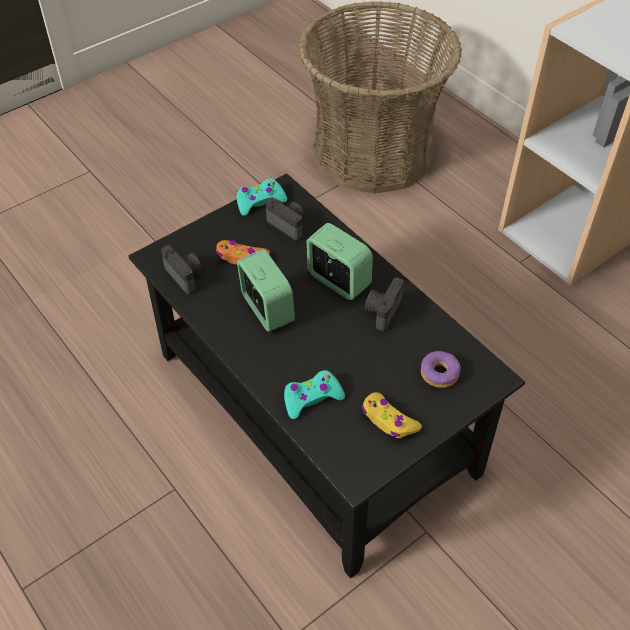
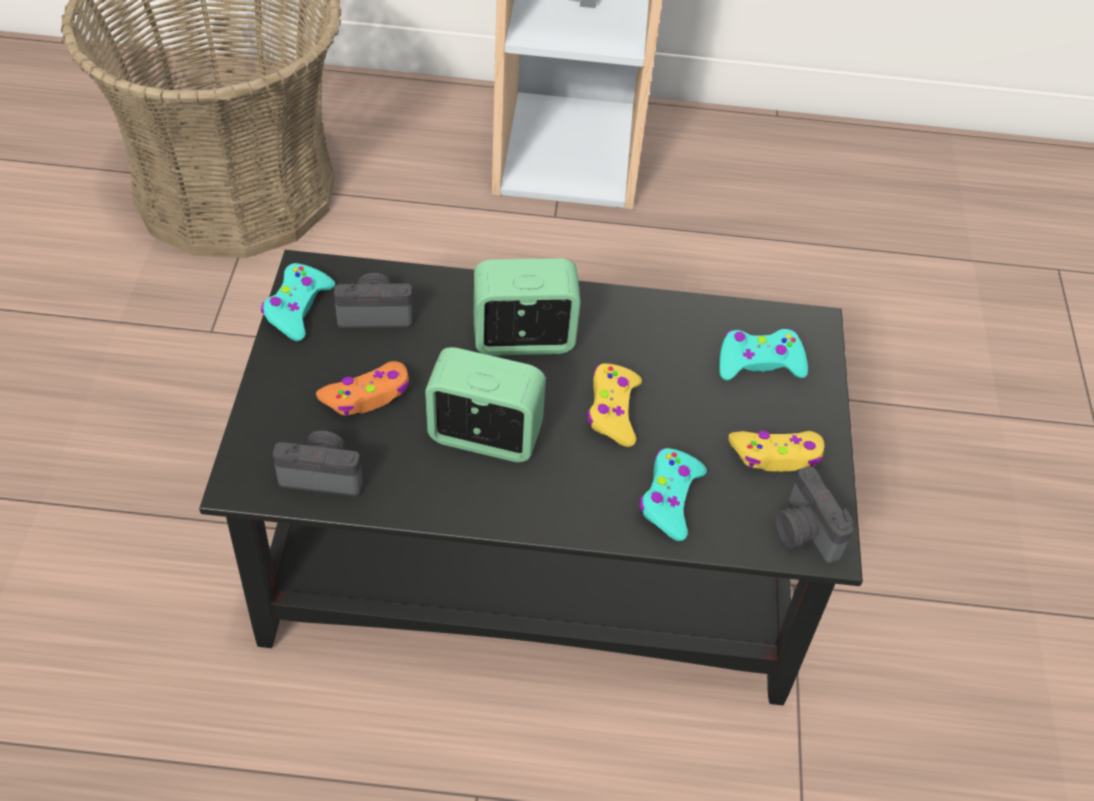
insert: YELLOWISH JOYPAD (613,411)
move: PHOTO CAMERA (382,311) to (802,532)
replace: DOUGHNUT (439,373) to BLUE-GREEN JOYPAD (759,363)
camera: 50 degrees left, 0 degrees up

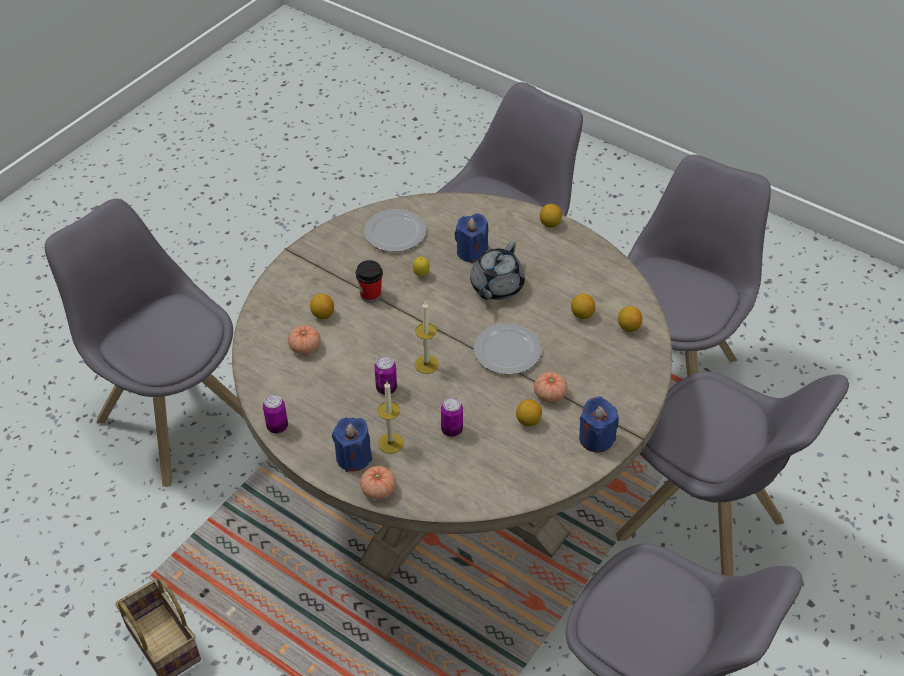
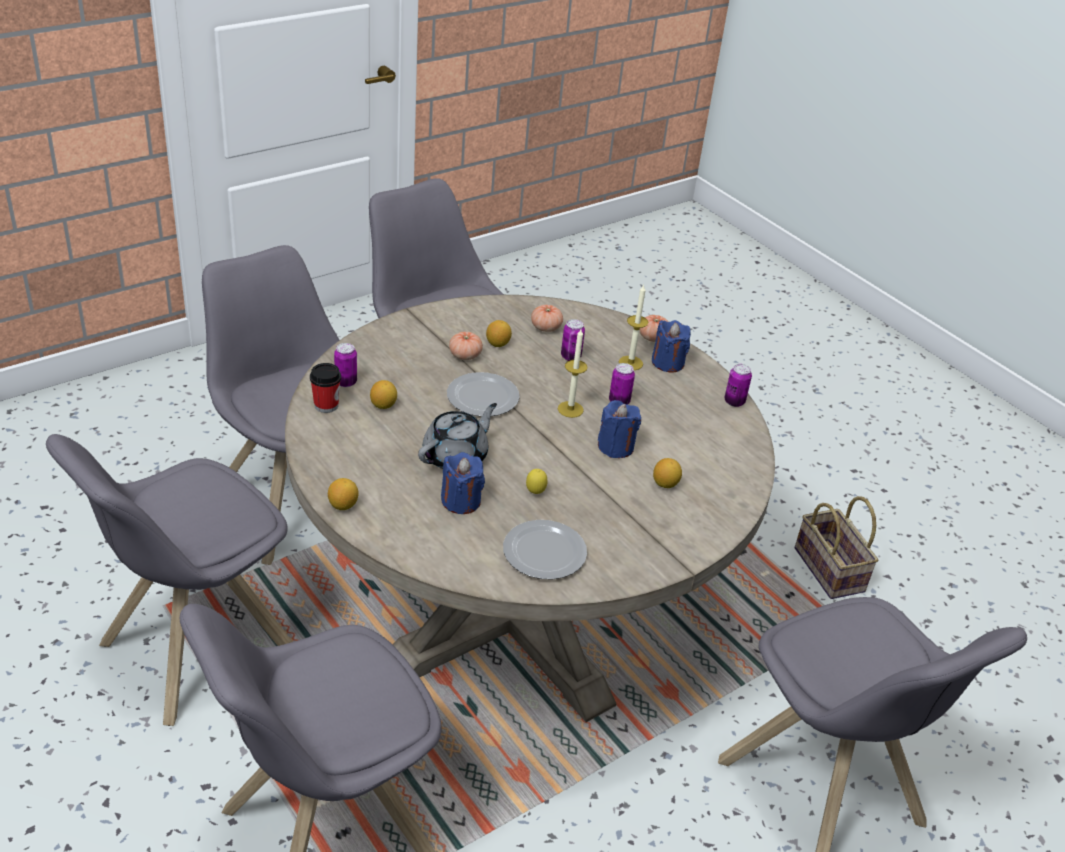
move: TOMATO (305,347) to (546,327); SMALL CUP (370,295) to (326,405); BLUE WAX LIGHT (596,438) to (615,447)
replace: CITRUS FRUIT (628,327) to CAN (346,382)
camera: 165 degrees left, 10 degrees down

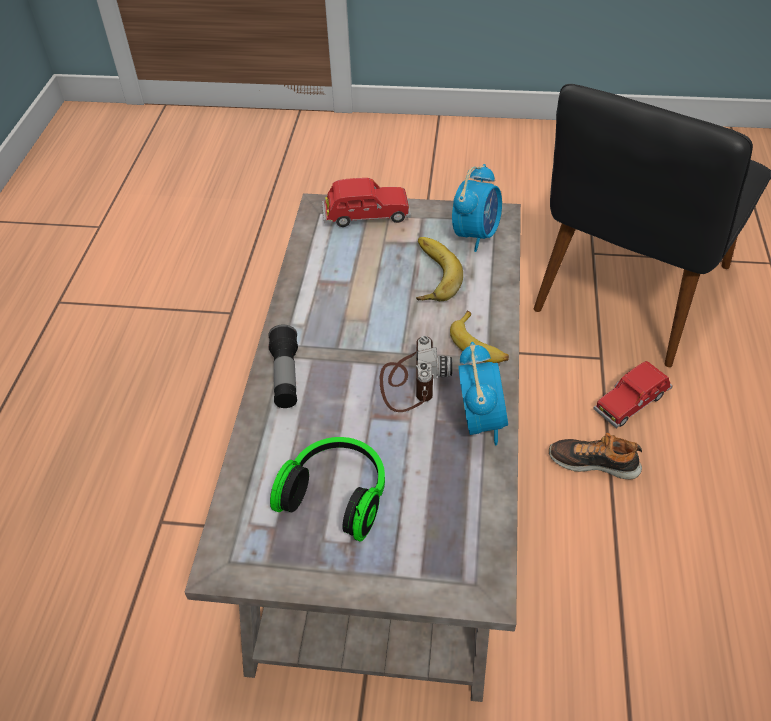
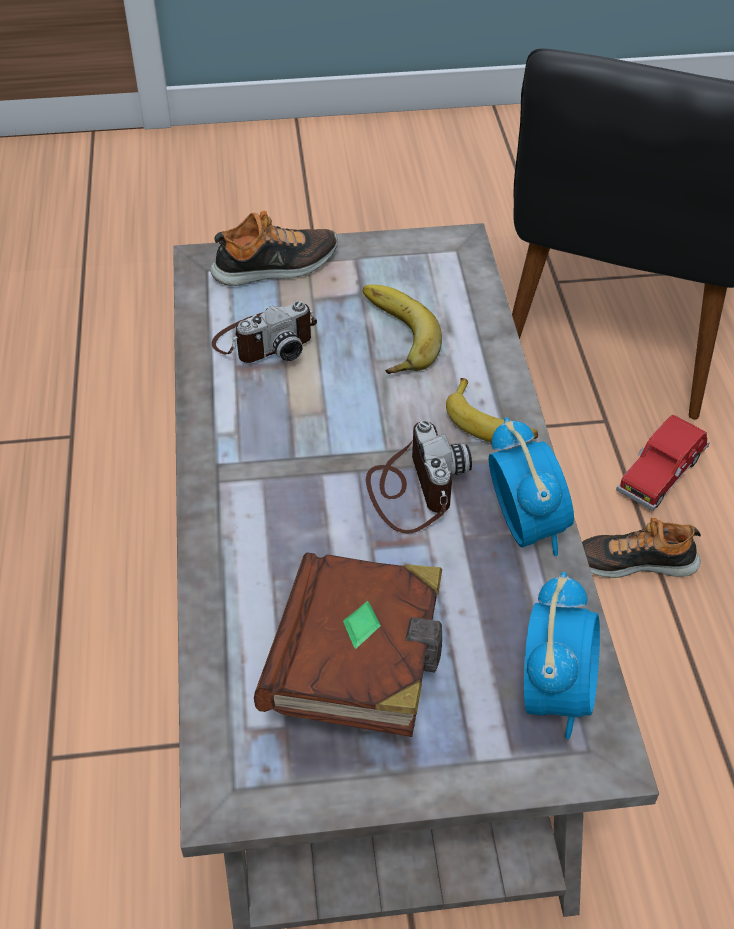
delete: TORCH (285,376)
insert: PHOTO CAMERA (265,341)
move: TABLE CLOCK (476,234) to (555,693)
replace: HEADSET (337,495) to BROWNISH BOOK (360,664); REDDISH MINIATURE CAR (366,216) to SHOE (276,267)
camera: 15 degrees left, 0 degrees up

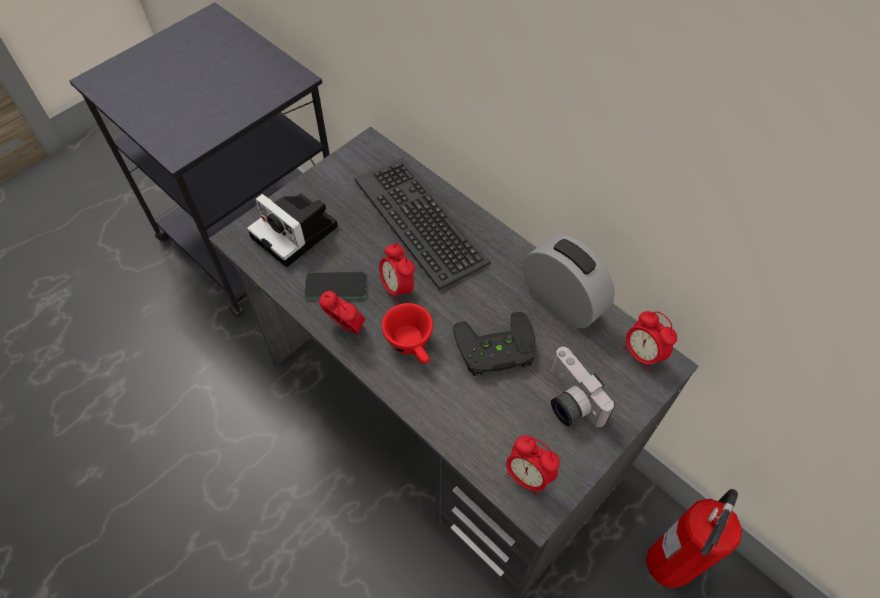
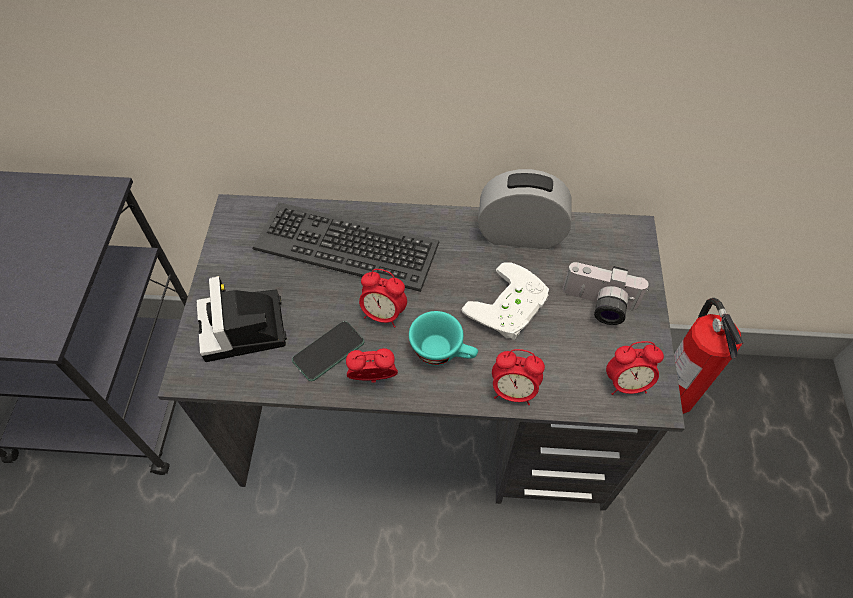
move: TABLE CLOCK (642,354) to (513,391)
recolor: REDDISH SMALL CUP (412,345) to BLUE-GREEN SMALL CUP (443,352); BLACK JOYPAD (495,351) to WHITE-COLOURED JOYPAD (511,308)
rotate: PHOTO CAMERA (297,233) = (244,330) 75 degrees clockwise
camera: 40 degrees left, 0 degrees up

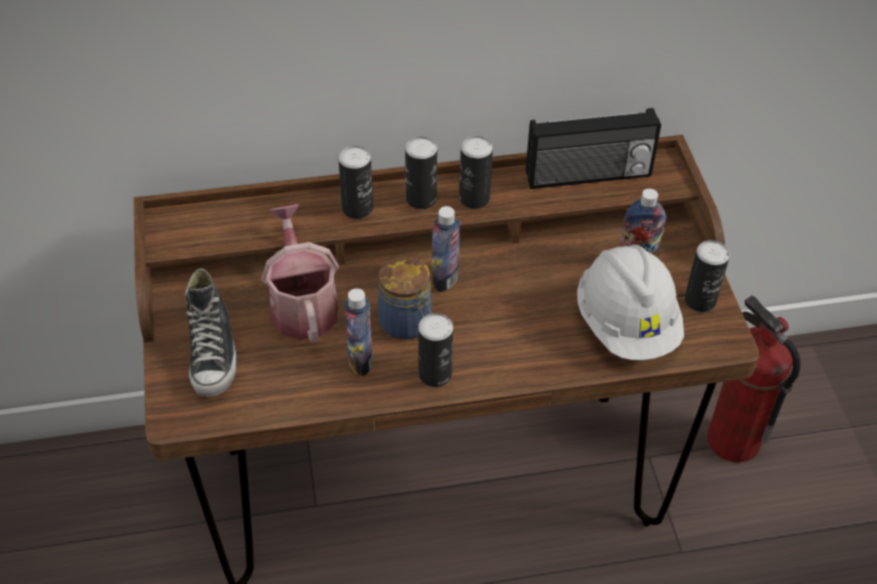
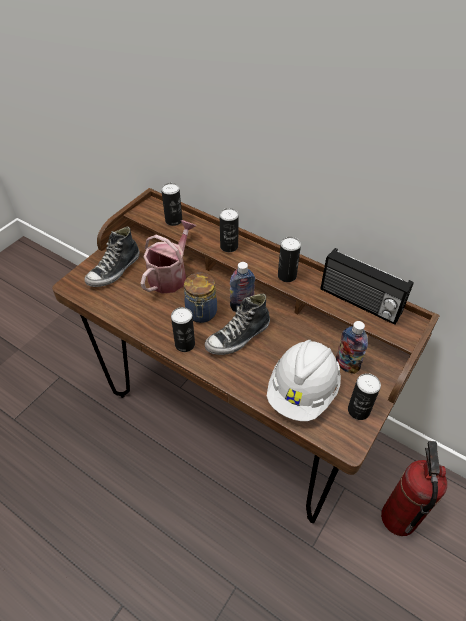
delete: BOTTLE (360,361)
insert: SHOE (238,337)
move: CAN (421,199) to (173,220)
camera: 45 degrees right, 0 degrees up

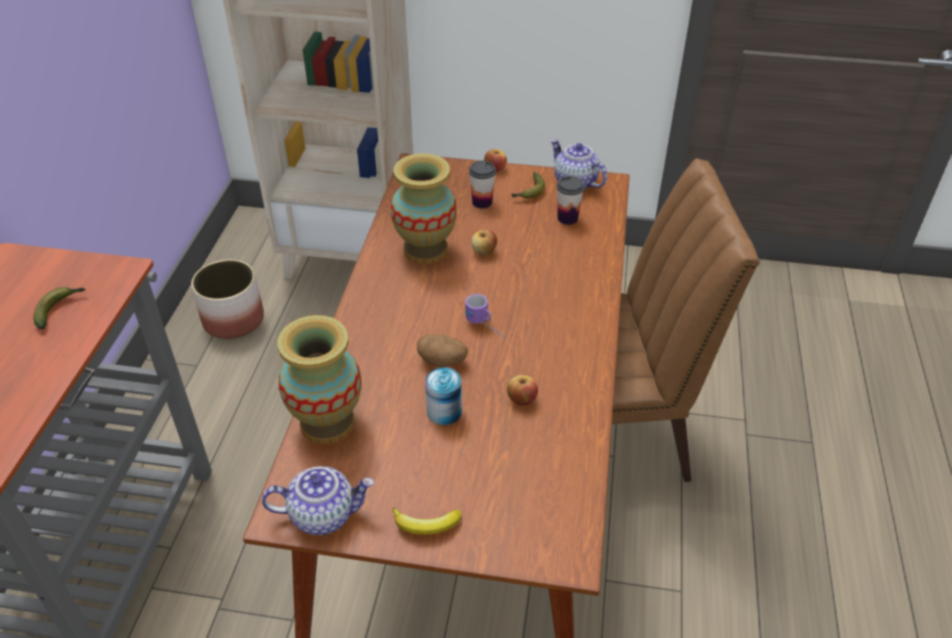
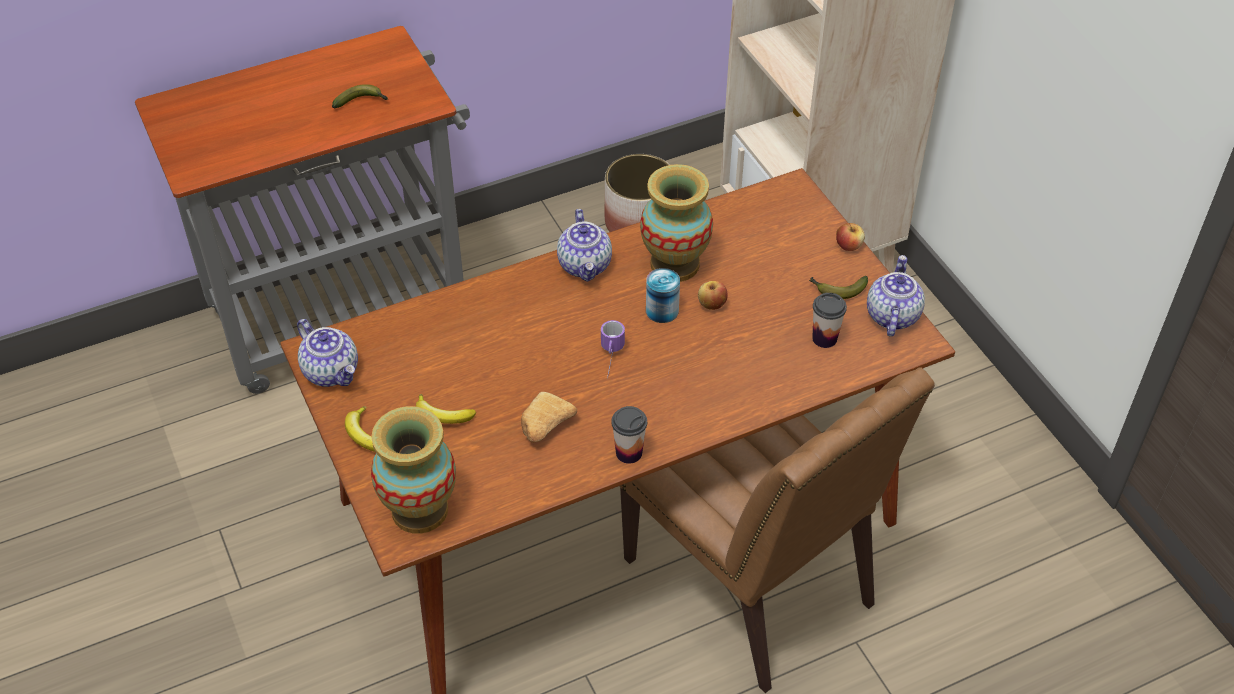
delete: SPUD (443,361)
insert: BANANA (443,415); POT FOR TEA (585,265)
move: FLOWER VASE (327,423) to (419,510); CAN (444,411) to (662,310); SMALL CUP (482,202) to (629,453)
replace: APPLE (521,399) to BAKED BREAD (543,427)
camera: 55 degrees right, 5 degrees up

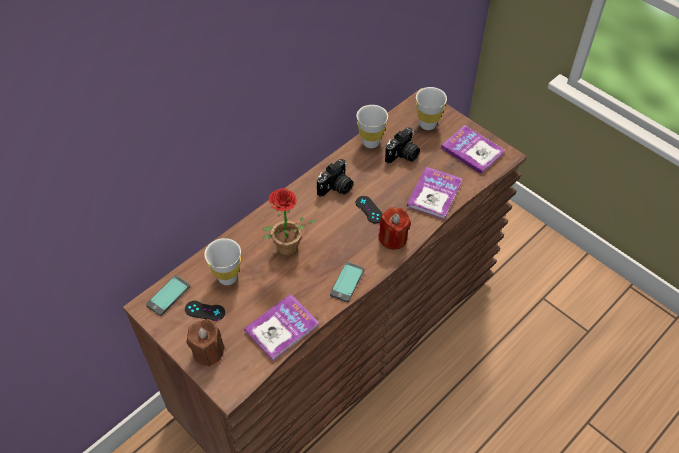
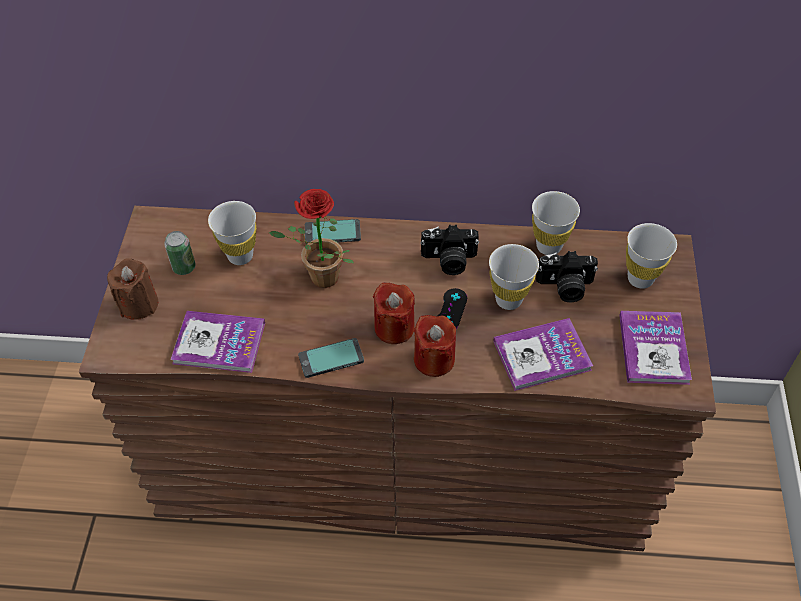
insert: REDDISH WAX LIGHT (394,328); WHITE-COLOURED SMALL CUP (508,300)
move: TELEPHONE (168,296) to (332,233)
replace: BLACK JOYPAD (205,311) to CAN (184,267)
camera: 50 degrees right, 0 degrees up

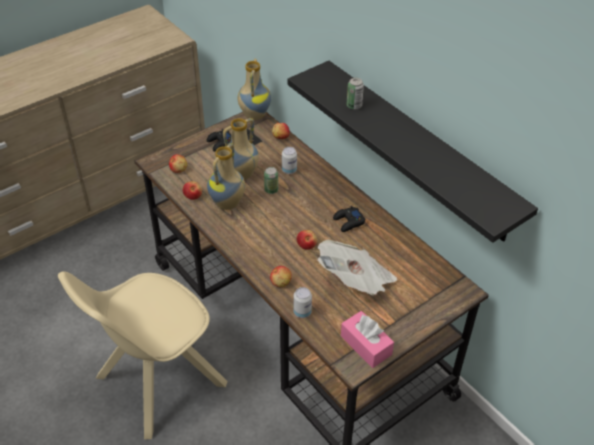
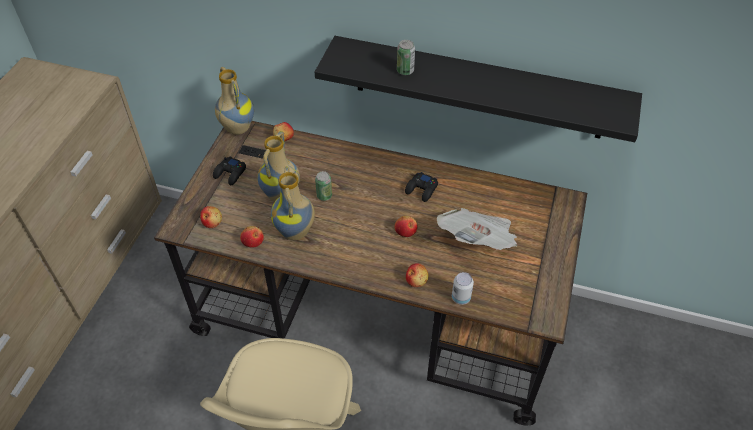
delete: CAN (289,170); PINKISH BOX OF TISSUES (366,345)
camera: 35 degrees left, 5 degrees up

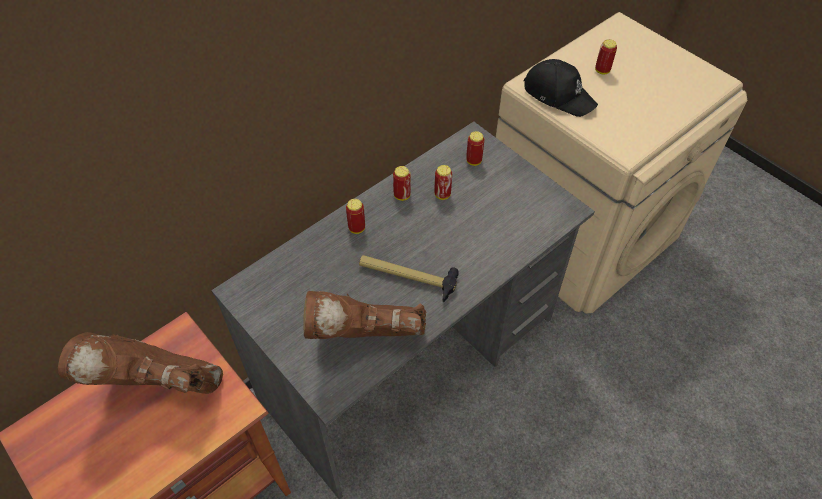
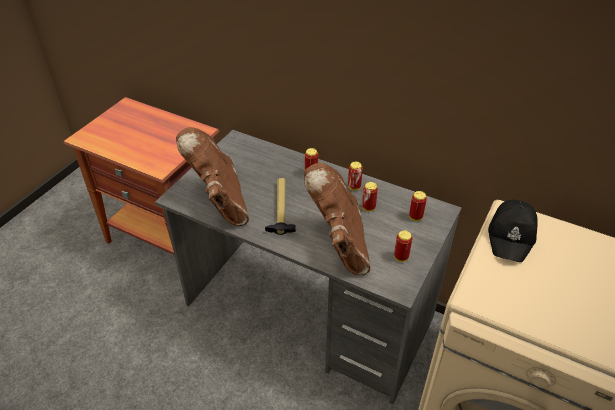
move: BROWNISH BOOT (158,387) to (340,244); CAN (602,71) to (401,257)
camera: 70 degrees right, 10 degrees down

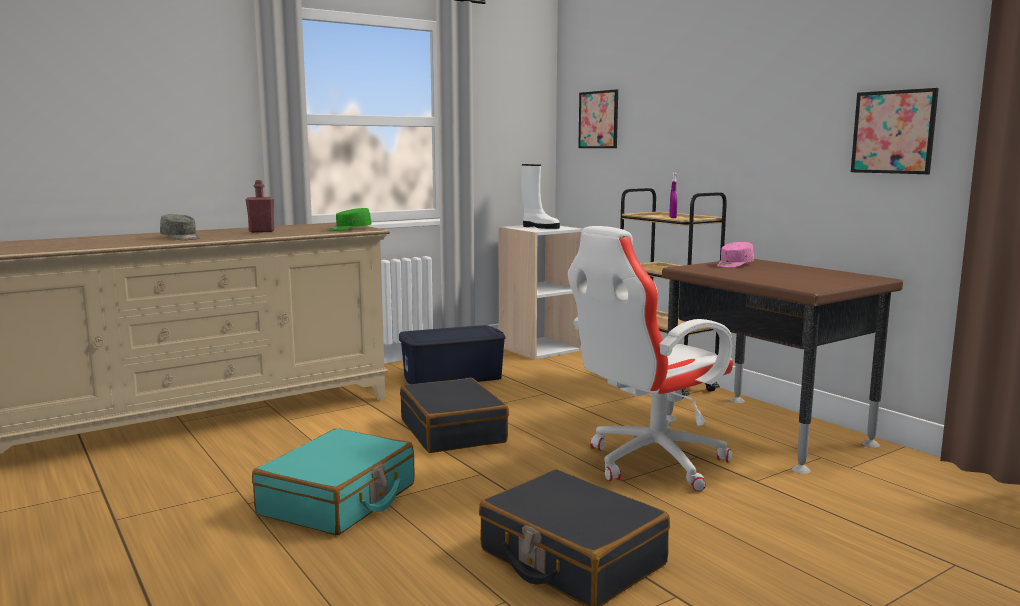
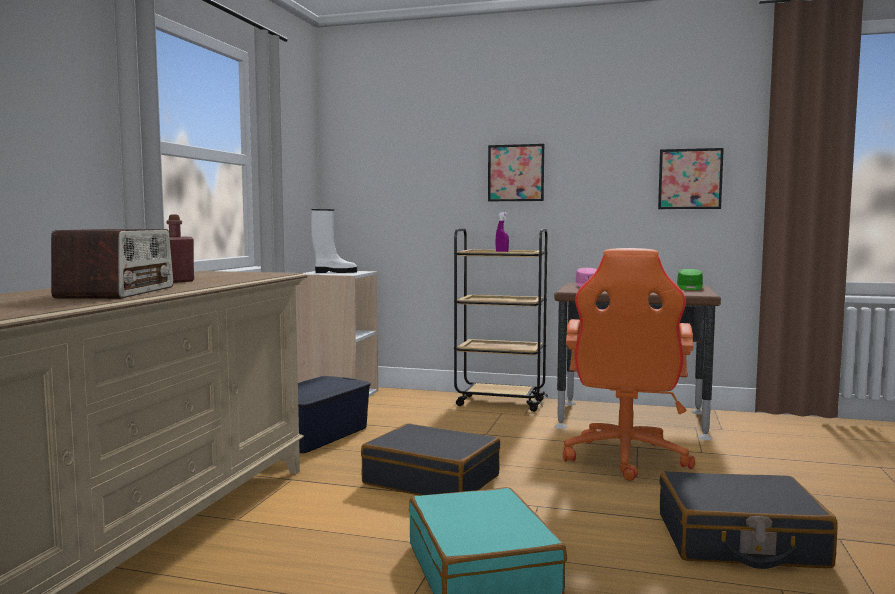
move: GREENISH BASEBALL CAP (350,229) to (689,288); WALL PICTURE (598,119) to (516,173)
replace: GREY BASEBALL CAP (181,238) to RADIO RECEIVER (118,292)
recolor: WHITE-COLOURED COMPUTER CHAIR (647,465) to ORANGE COMPUTER CHAIR (624,461)
camera: 40 degrees left, 5 degrees down

